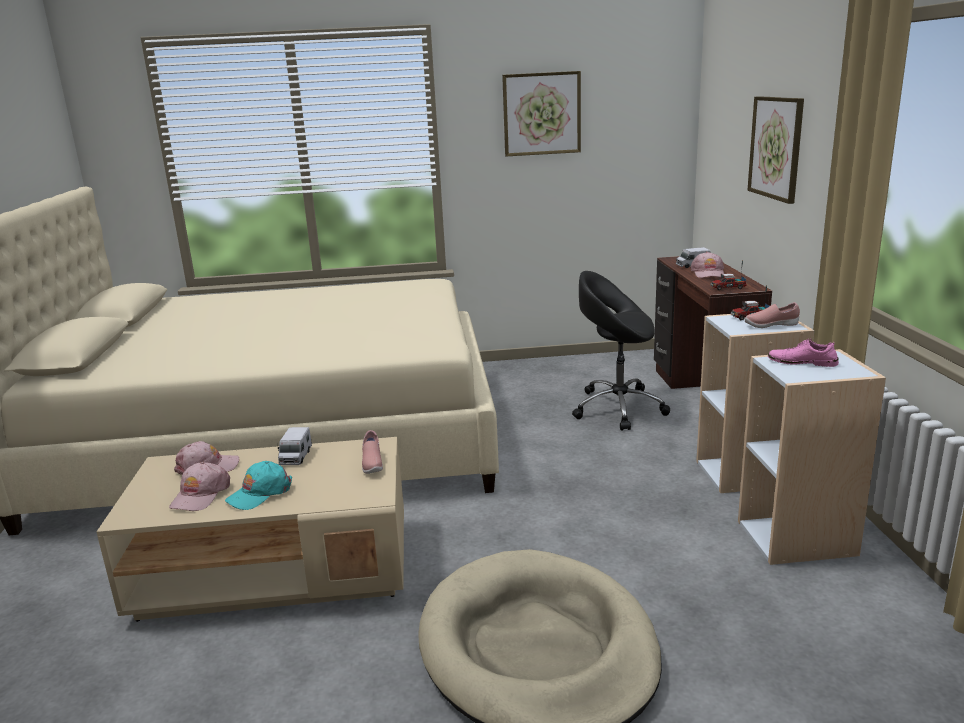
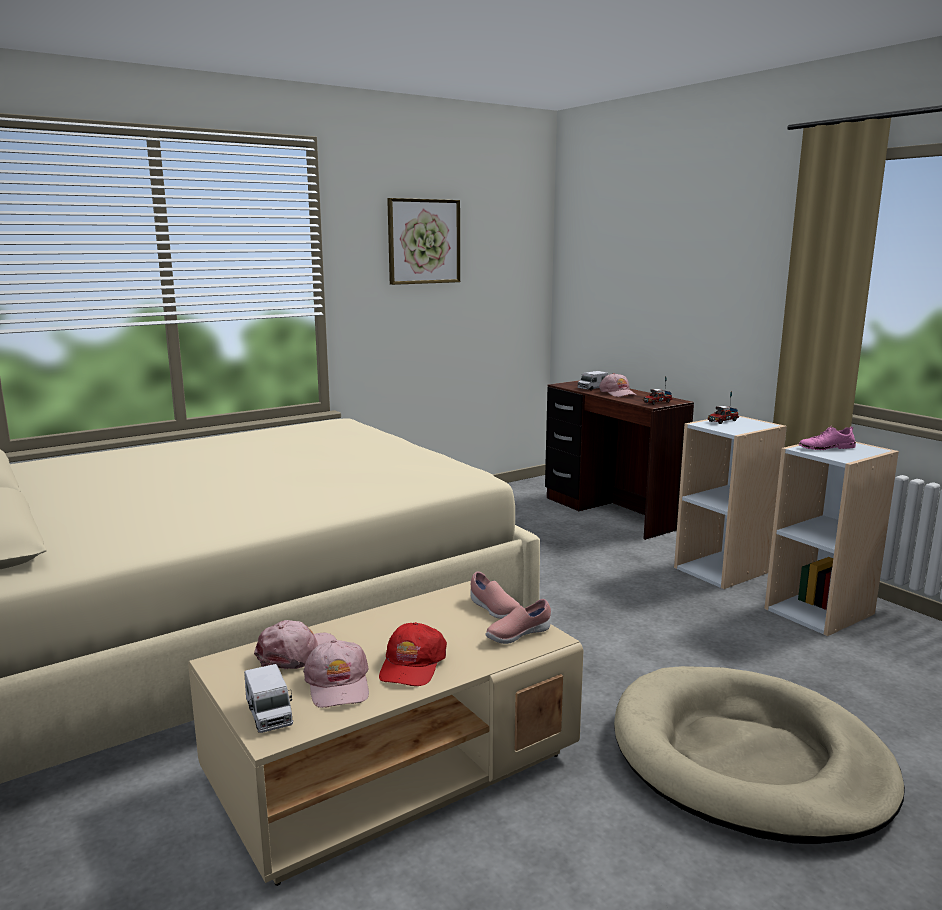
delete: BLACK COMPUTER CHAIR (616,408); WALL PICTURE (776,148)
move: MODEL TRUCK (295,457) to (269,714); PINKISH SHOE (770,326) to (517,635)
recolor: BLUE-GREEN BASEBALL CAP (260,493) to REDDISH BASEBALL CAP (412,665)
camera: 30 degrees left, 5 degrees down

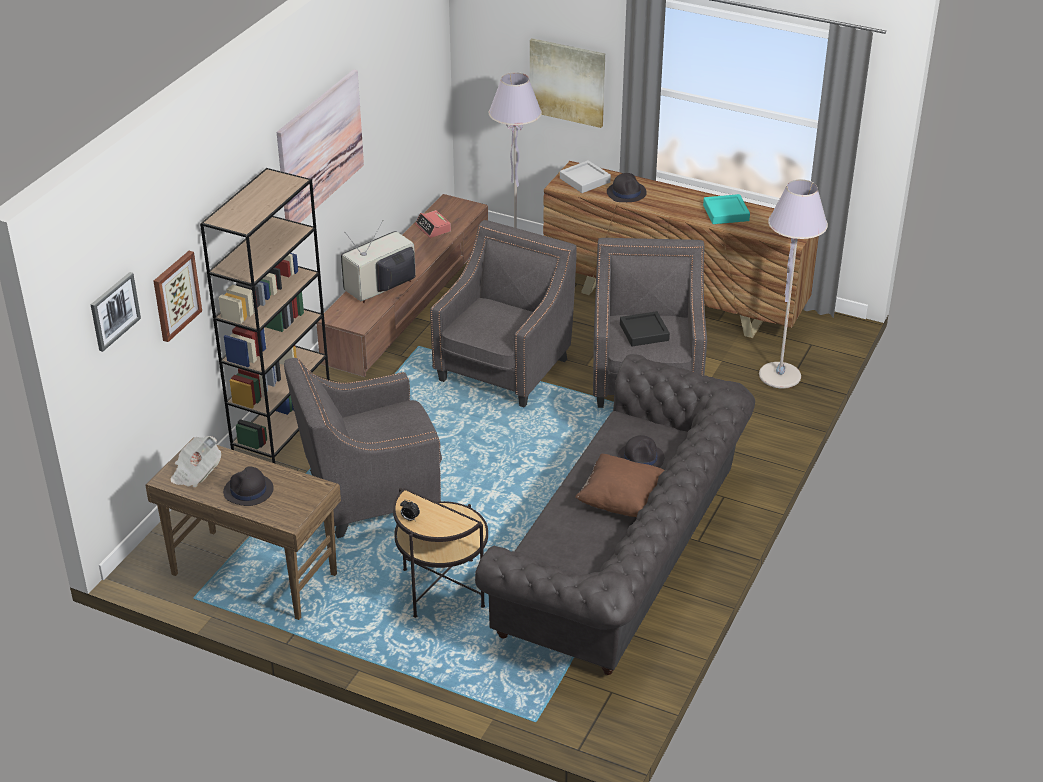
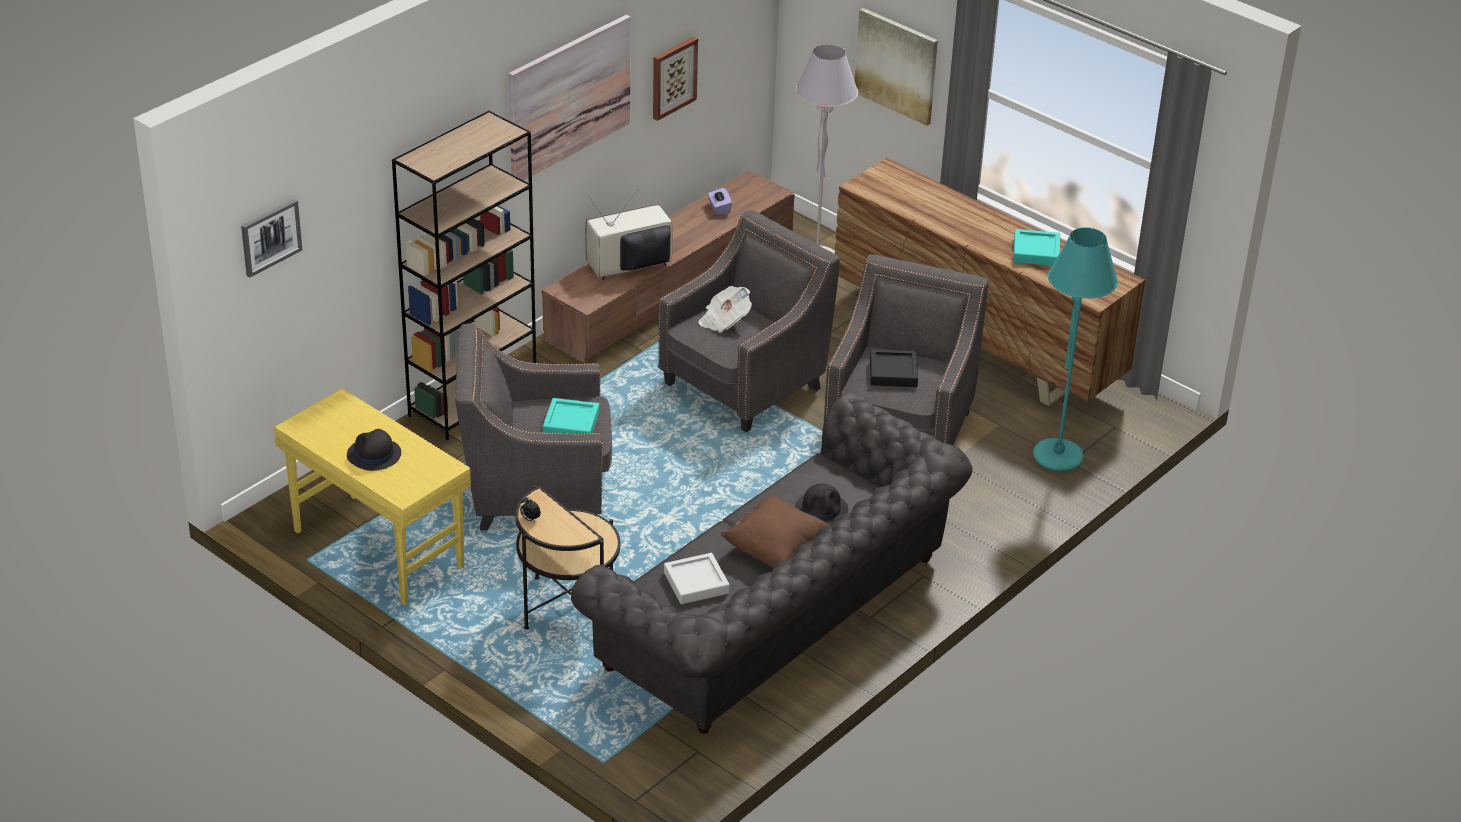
delete: BLACK CLOTHING HAT (626,192)
insert: BLUE-GREEN CARRYING TRAY (571,423)
move: WALL PICTURE (175,295) to (673,77); PRINTED PAPER (196,473) to (724,320); GREY CARRYING TRAY (585,180) to (696,583)
replace: TABLE CLOCK (433,228) to PURPLISH BOX OF TISSUES (719,209)
recolor: BROWNISH NARROW TABLE (253,574) to YELLOWISH NARROW TABLE (377,549); GREY FLOOR LAMP (780,376) to BLUE-GREEN FLOOR LAMP (1058,456)
camera: 15 degrees right, 0 degrees up

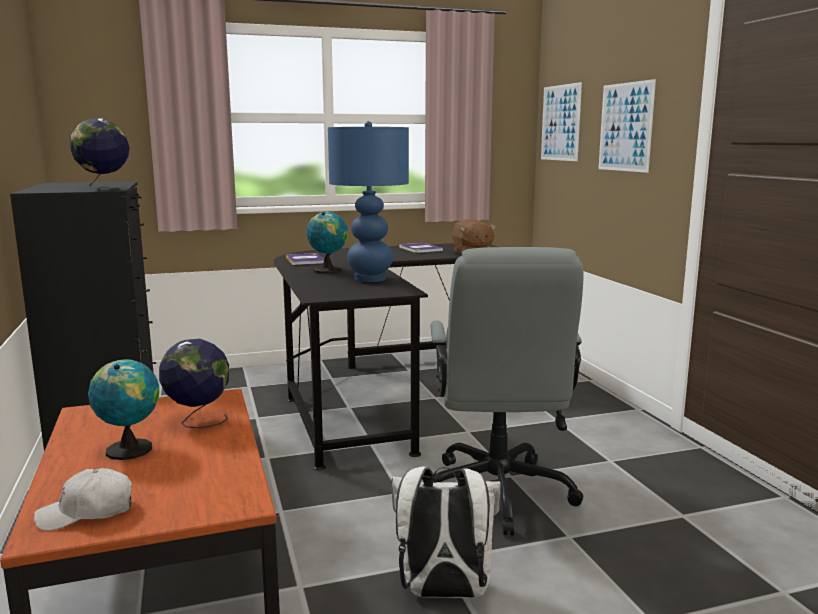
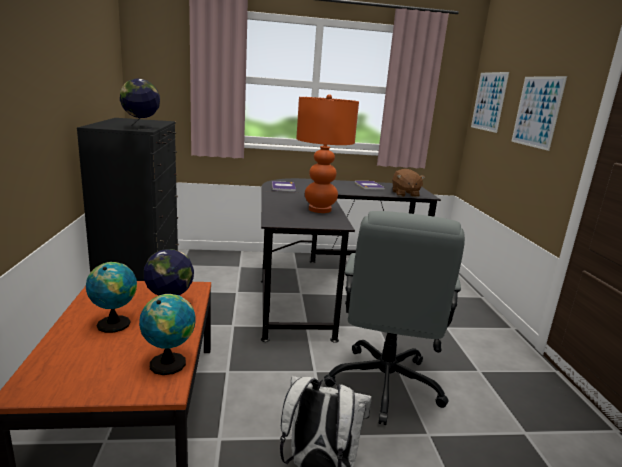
delete: WHITE-COLOURED BASEBALL CAP (87,512)
move: DESK GLOBE (328,270) to (169,362)
recolor: BLUE TABLETOP LAMP (370,279) to ORANGE TABLETOP LAMP (319,210)
camera: 10 degrees right, 5 degrees up

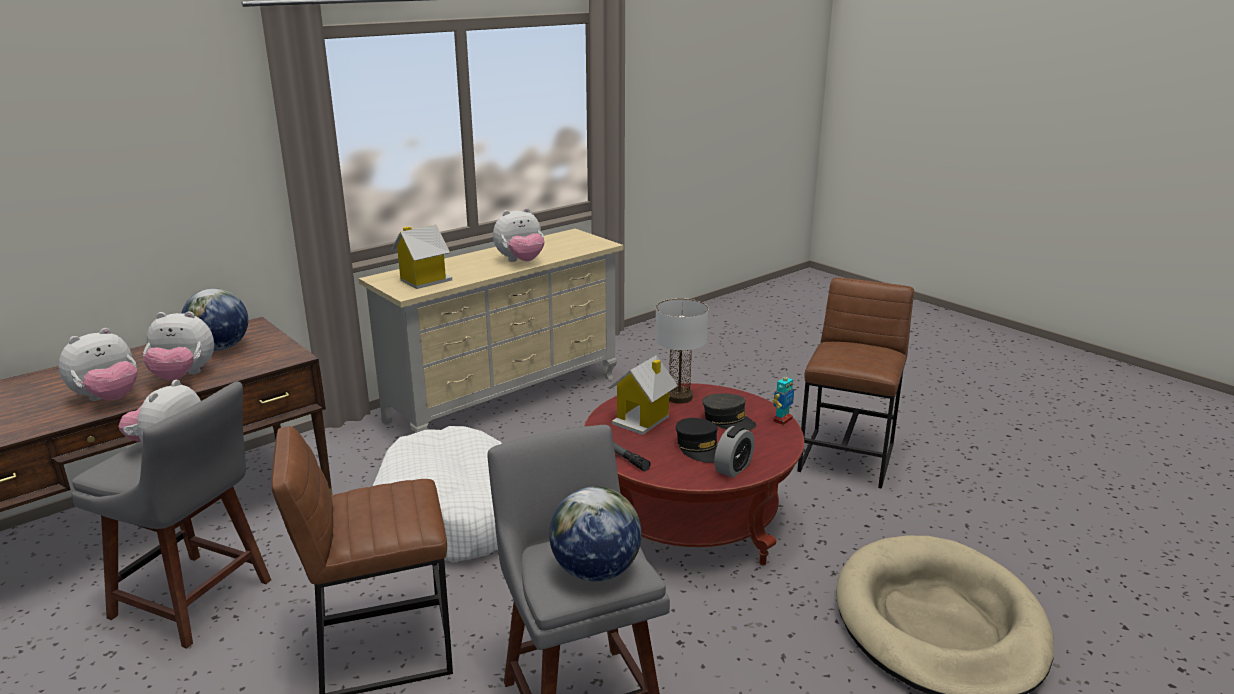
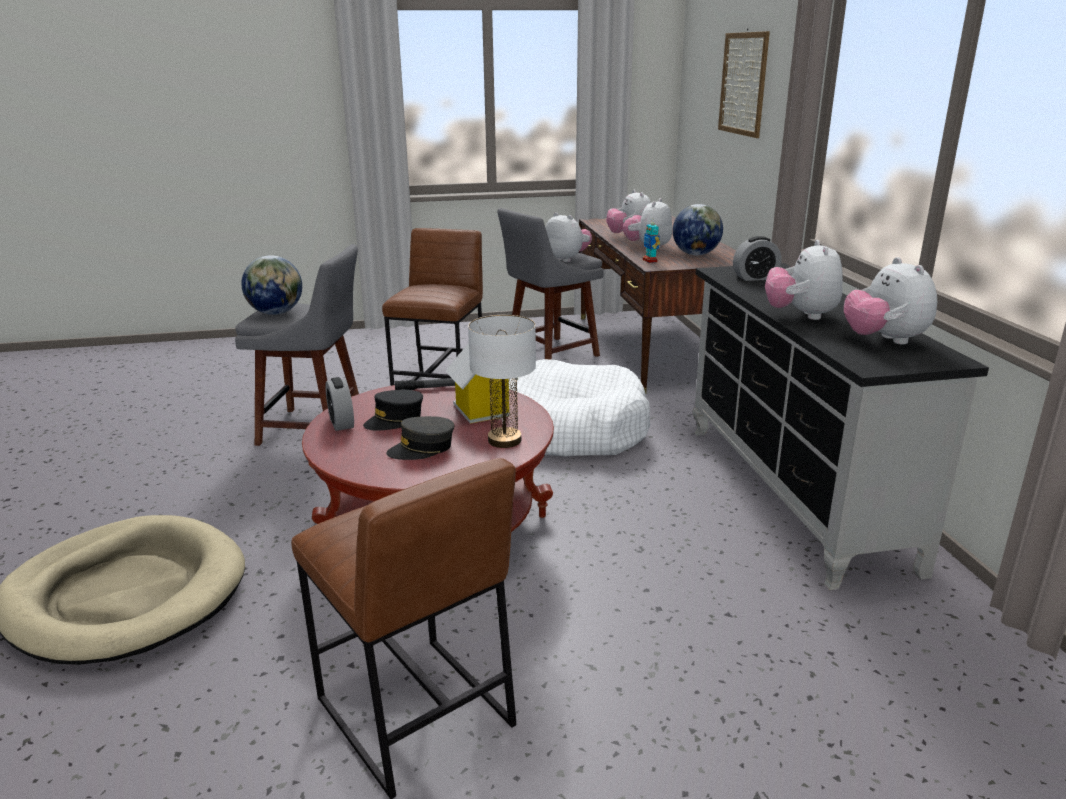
insert: WALL PICTURE (743,82); PLUSH TOY (884,340)
move: ROBOT FIGURE (782,420) to (650,261)
replace: MODEL HOUSE (423,280) to TABLE CLOCK (755,278)
recolor: BEIGE-COLOURED DRAWER CHEST (506,399) to BLACK DRAWER CHEST (791,494)
rotate: BLACK BASEBALL CAP (699,448) = (395,419) 45 degrees counterclockwise
camera: 120 degrees right, 0 degrees up

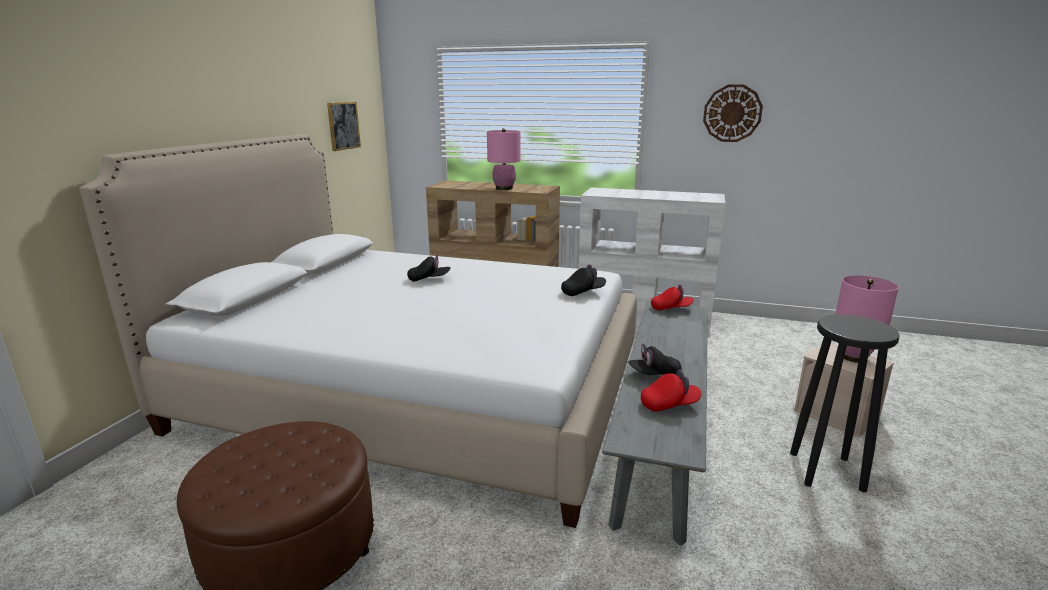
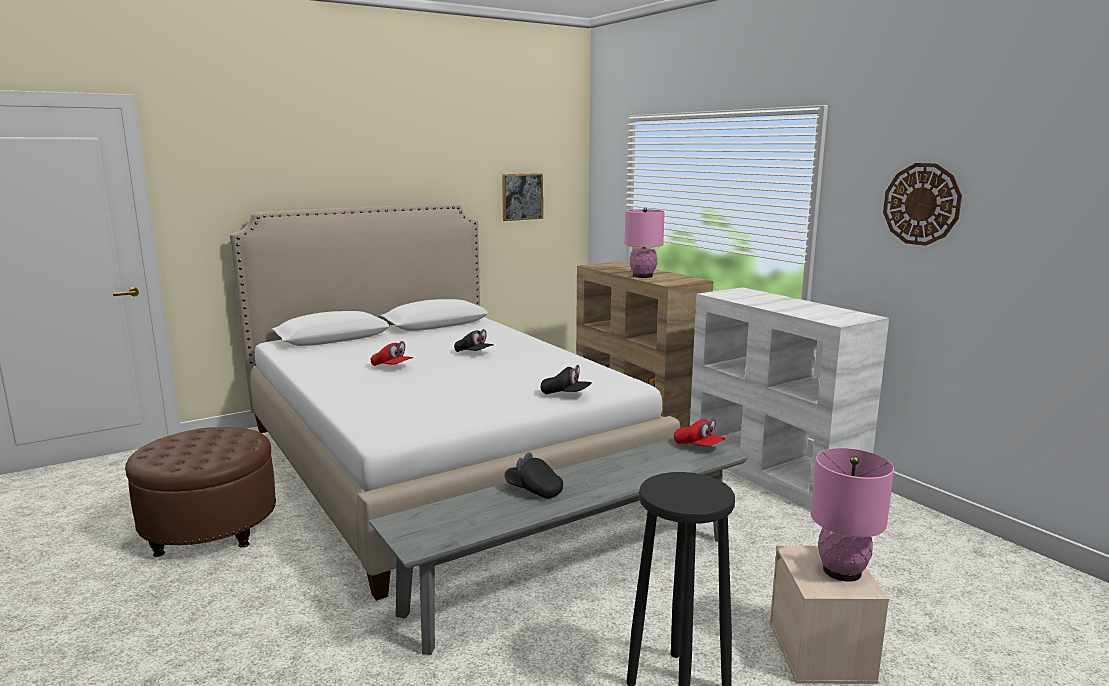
move: REDDISH BASEBALL CAP (669,405) to (392,367)
camera: 40 degrees right, 5 degrees down

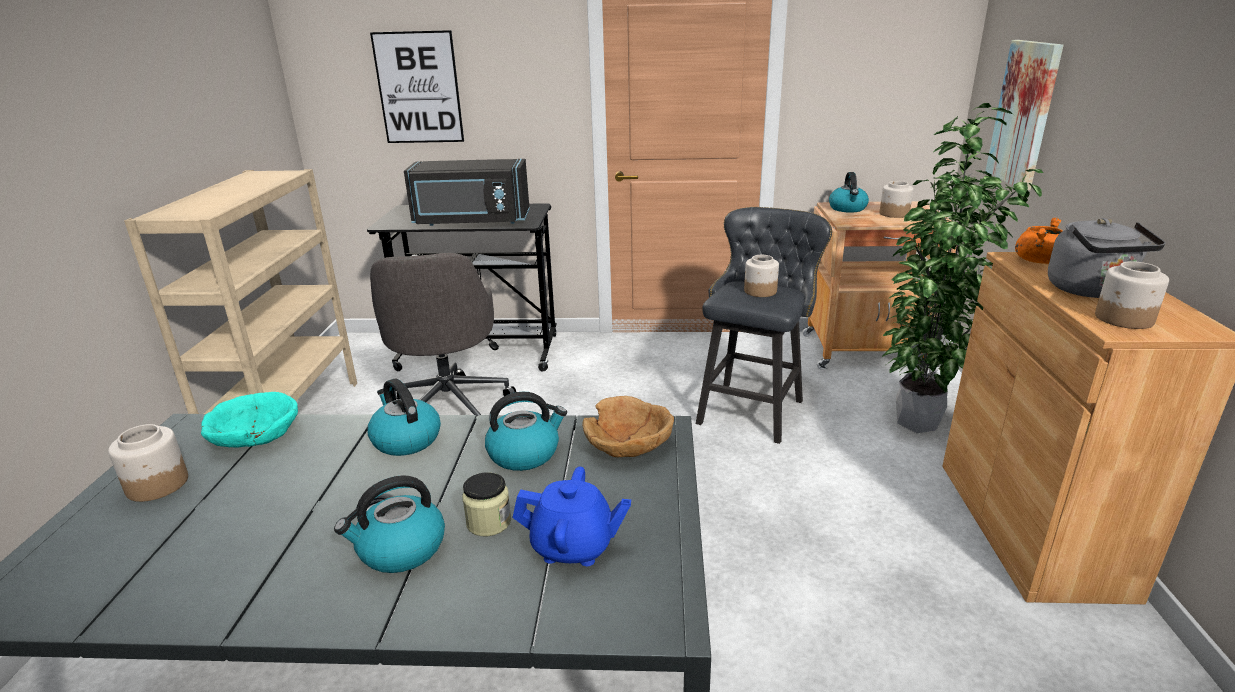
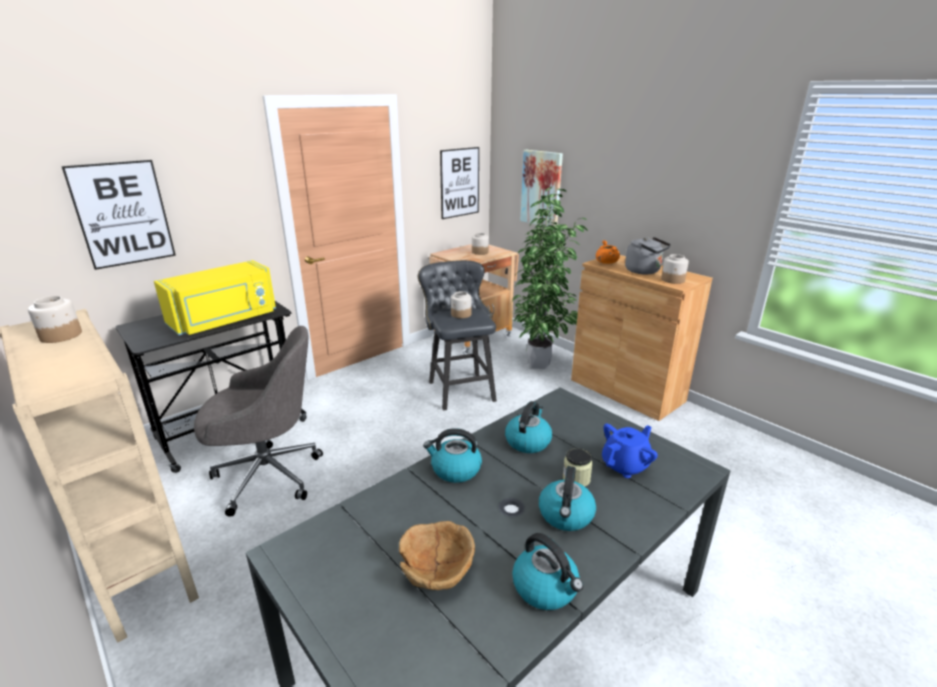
delete: BLUE-GREEN BOWL (254,438)
insert: WALL PICTURE (459,182)
move: JAR (156,485) to (60,336); BROWNISH BOWL (629,445) to (437,567); TEA KETTLE (848,208) to (546,587)
recolor: BLACK MICROWAVE OVEN (471,221) to YELLOWISH MICROWAVE OVEN (225,320)
rotate: GREY COMPUTER CHAIR (450,409) = (269,476) 45 degrees counterclockwise
camera: 45 degrees left, 0 degrees up

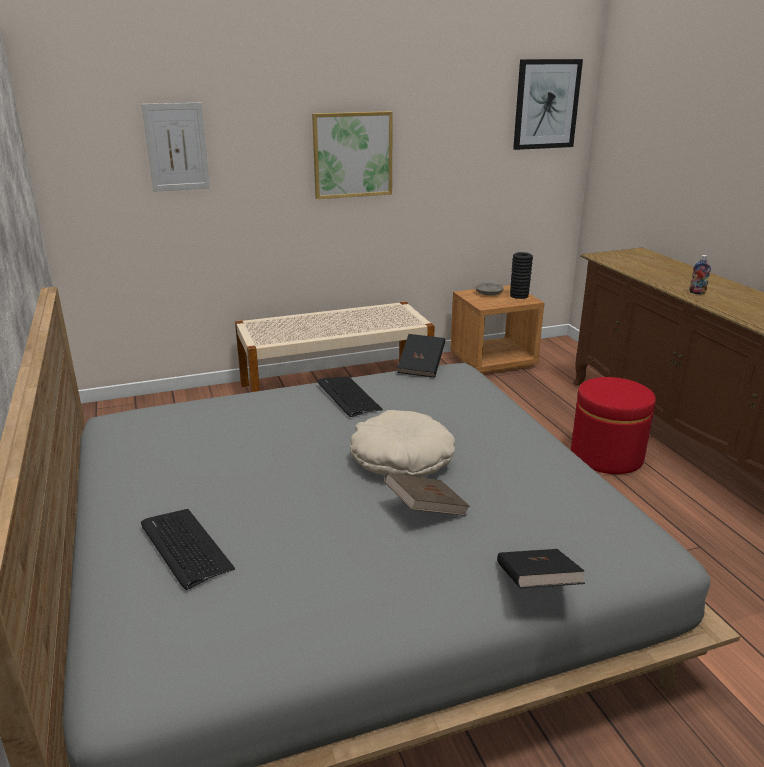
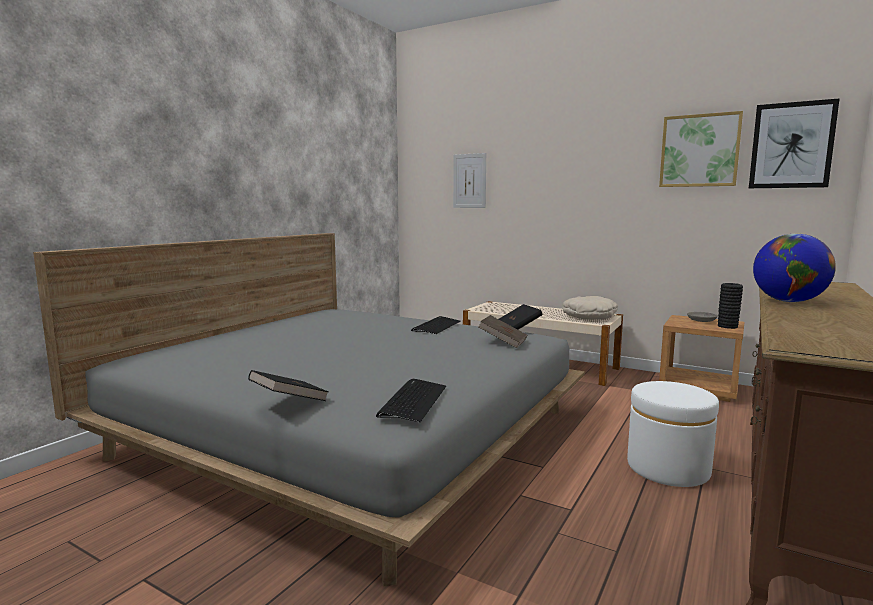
move: PC KEYBOARD (185,547) to (413,401); WALL PICTURE (352,155) to (699,151); BEIGE-COLOURED PILLOW (400,459) to (588,316); BROWNISH BOOK (426,509) to (502,342)
replace: BOTTLE (697,293) to DESK GLOBE (788,301)
recolor: REDDISH FOOTREST (606,456) to WHITE-COLOURED FOOTREST (668,468)
camera: 50 degrees right, 15 degrees down

